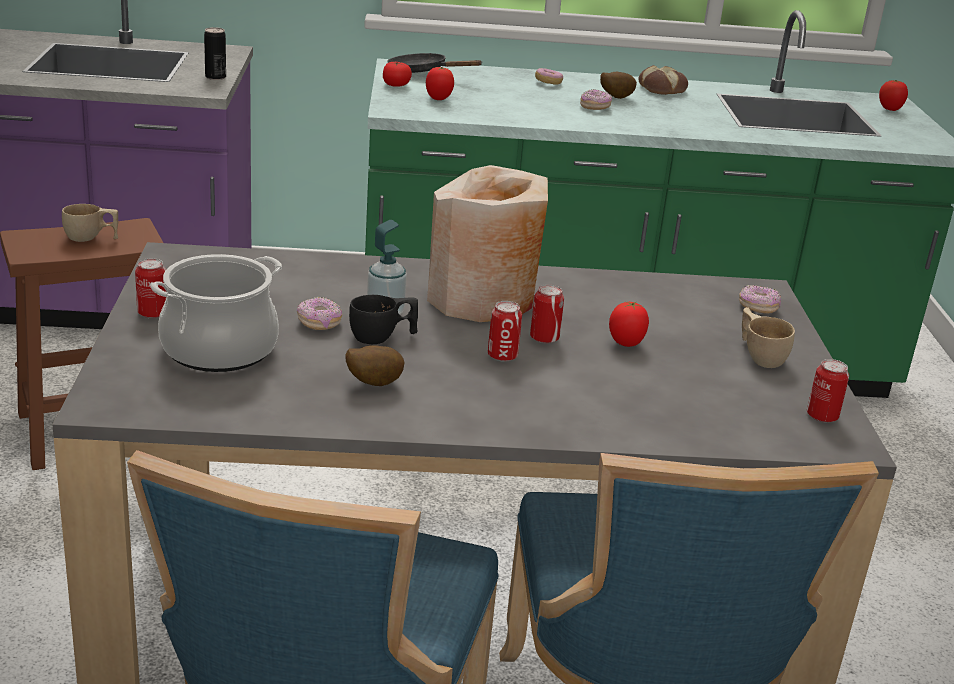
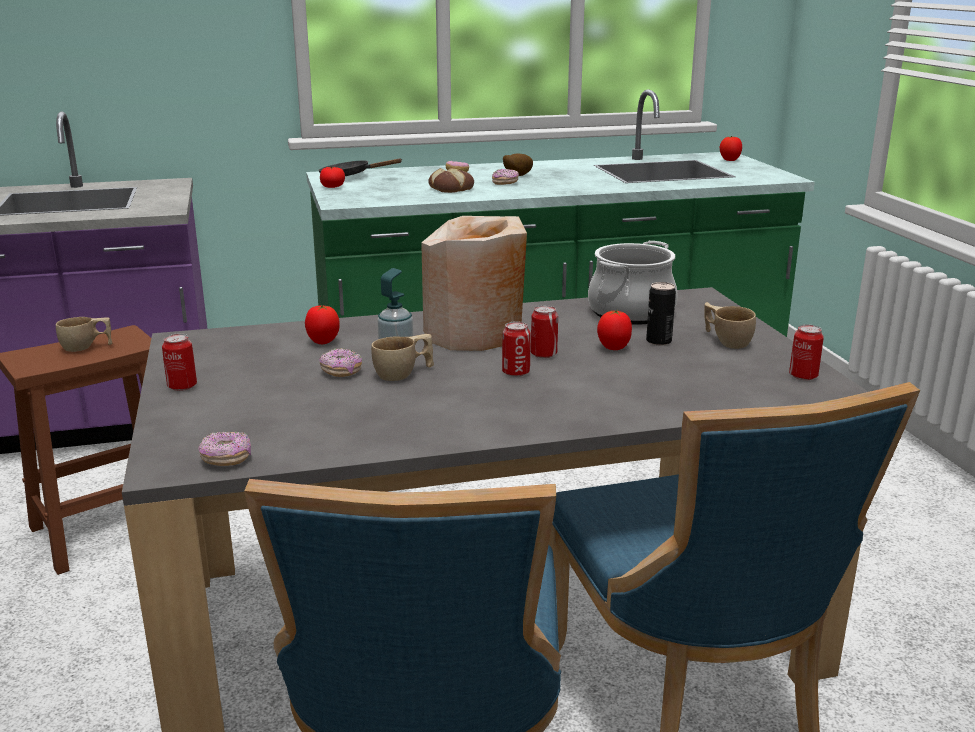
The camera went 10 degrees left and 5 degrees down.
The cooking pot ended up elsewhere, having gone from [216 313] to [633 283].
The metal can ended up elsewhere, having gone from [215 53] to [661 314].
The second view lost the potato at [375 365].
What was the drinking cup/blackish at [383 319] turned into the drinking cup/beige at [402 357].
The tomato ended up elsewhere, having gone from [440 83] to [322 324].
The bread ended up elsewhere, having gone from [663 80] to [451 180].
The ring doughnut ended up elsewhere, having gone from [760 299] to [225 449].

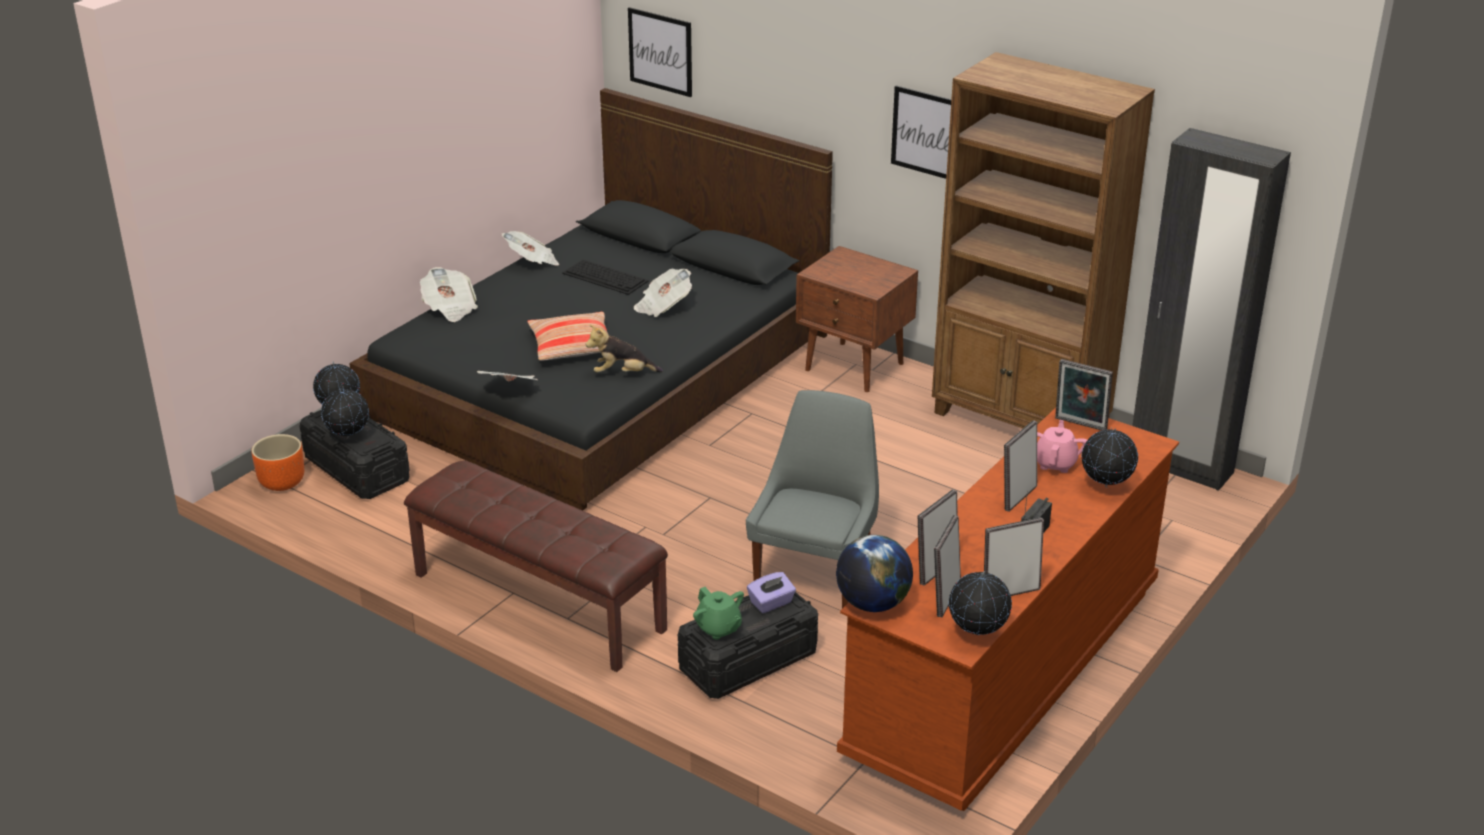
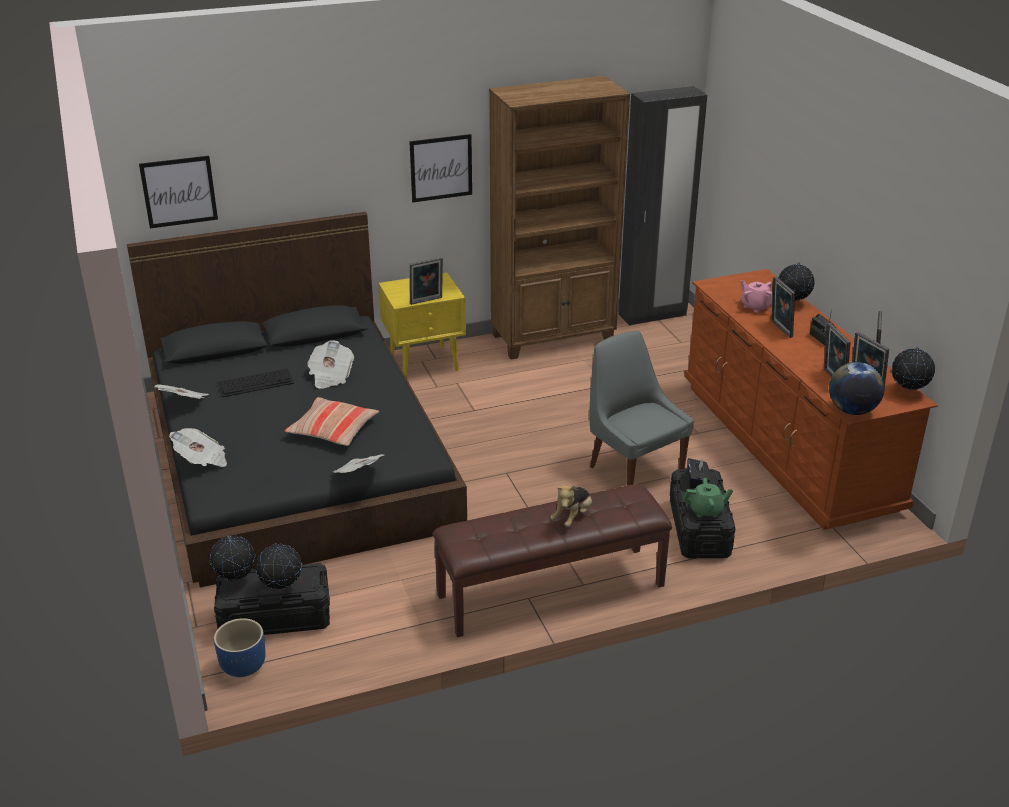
The camera went 55 degrees left and 0 degrees up.
What was the plant pot/orange at [278 462] turned into the plant pot/bluish at [240 647].
The cuddly toy ended up elsewhere, having gone from [624 348] to [571 506].
What was the tissue box/purplish at [771 592] turned into the tissue box/blackish at [698 473].
What was the night table/brown at [857 319] turned into the night table/yellow at [422 325].
The photo frame ended up elsewhere, having gone from [1084 395] to [426 281].

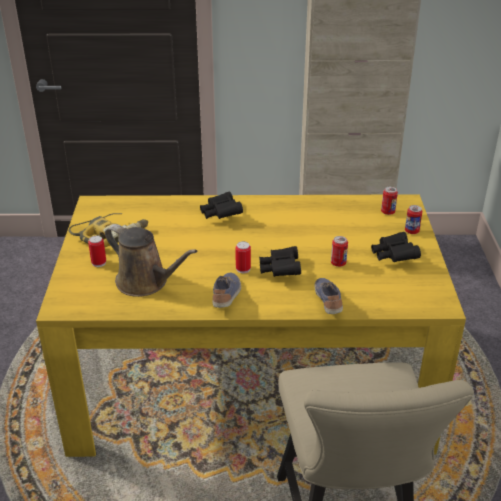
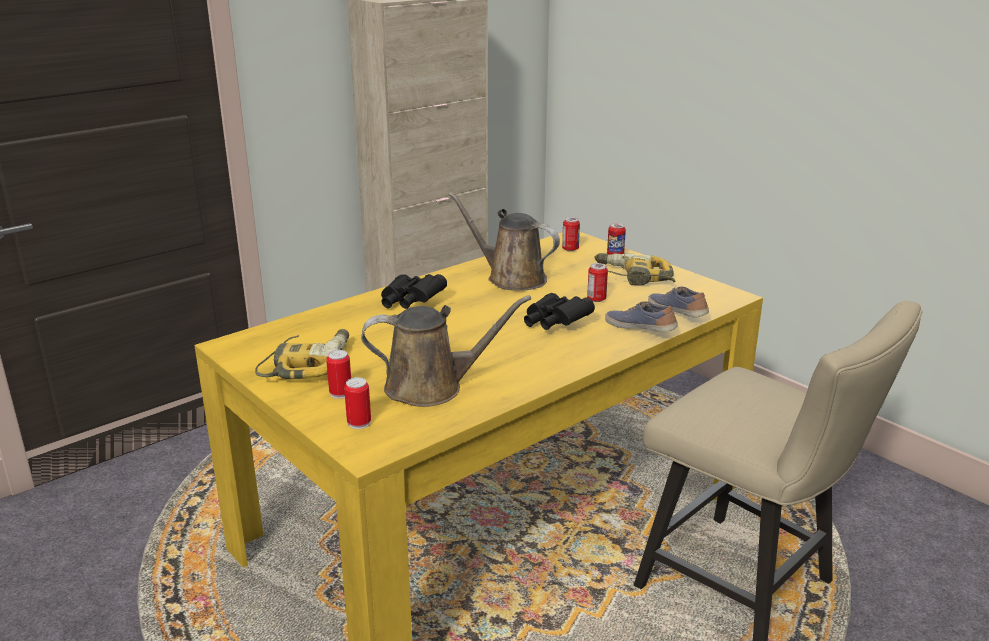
The camera went 40 degrees left and 10 degrees down.
The low shoe ended up elsewhere, having gone from [226 290] to [678 301].
The metal can ended up elsewhere, having gone from [243 257] to [357 403].
Where the pair of binoculars/blackish stood at [396 247], the electric drill came to stand at [634 269].
The second view gained the sprinkling can/brown at [504 241].

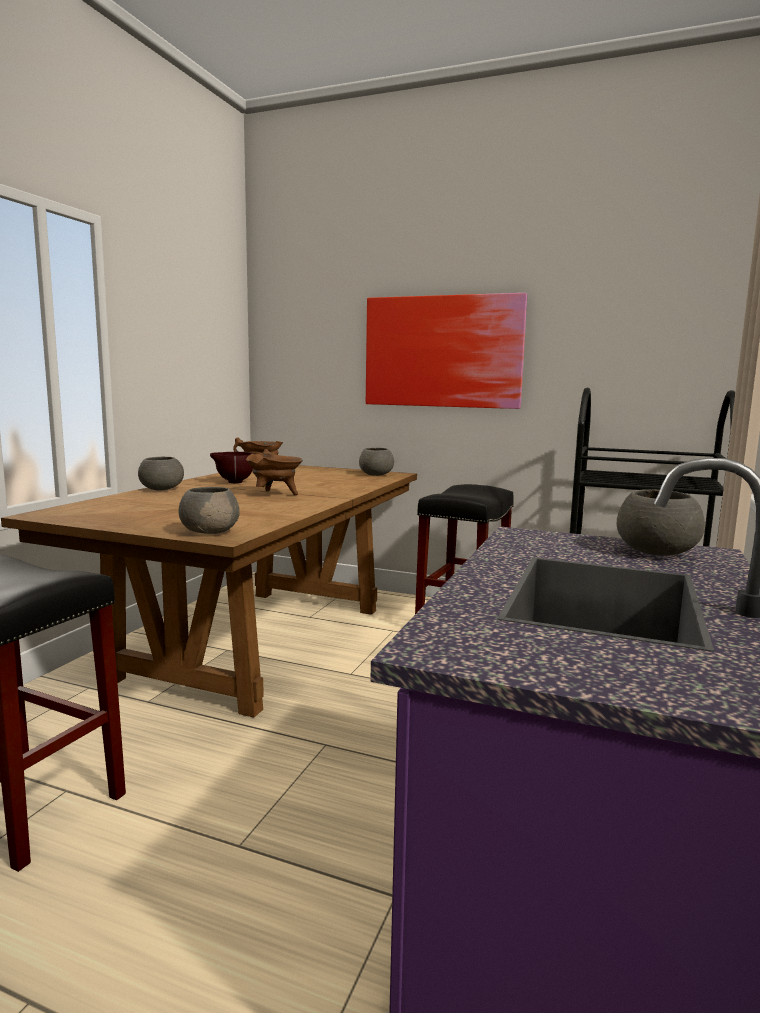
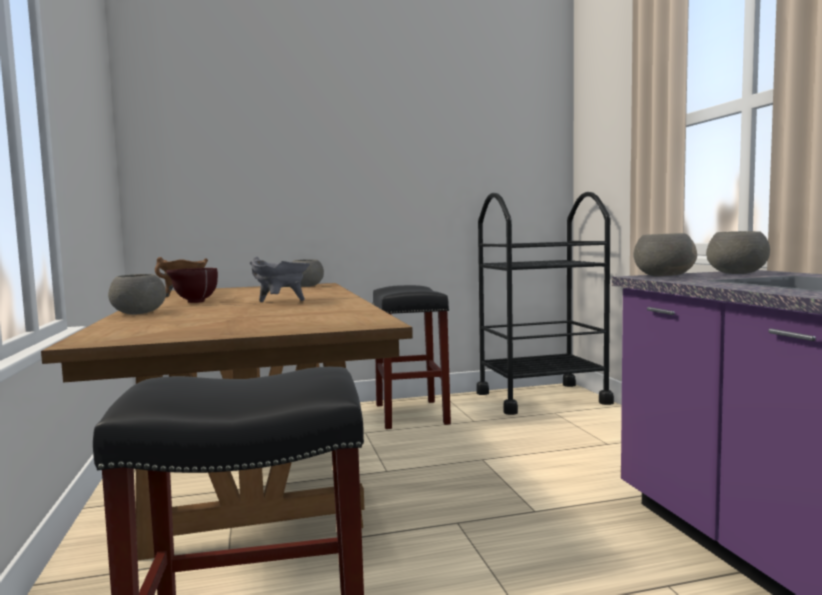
The camera went 35 degrees left and 5 degrees down.
The deep dish/gray ended up elsewhere, having gone from [209 510] to [665 255].
What was the cooking pot/brown at [274 472] turned into the cooking pot/gray at [280 279].
The second view lost the wall picture at [446 351].

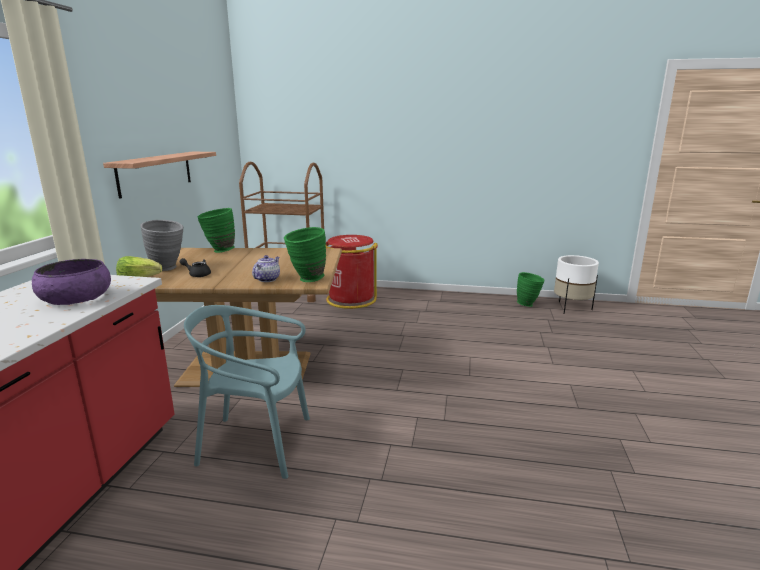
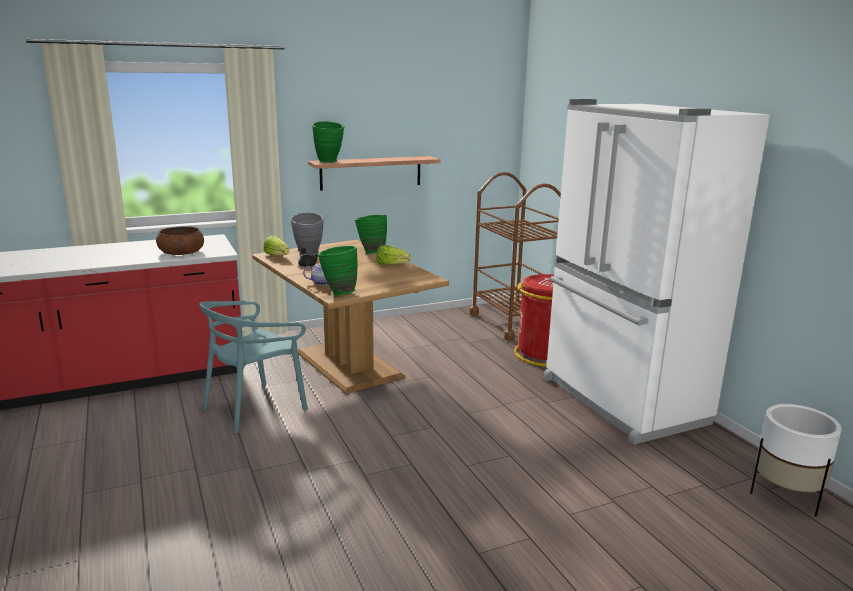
The camera went 55 degrees right and 0 degrees up.
What was the deep dish/purplish at [71 282] turned into the deep dish/brown at [180 240].
The plain chair/turquoise-coloured at [247 392] ended up facing another way, 105 degrees counterclockwise from before.
The flower vase/greenish ended up elsewhere, having gone from [531 289] to [328 142].
The second view gained the lettuce head at [393 255].
The second view gained the fridge/whitish at [657 272].

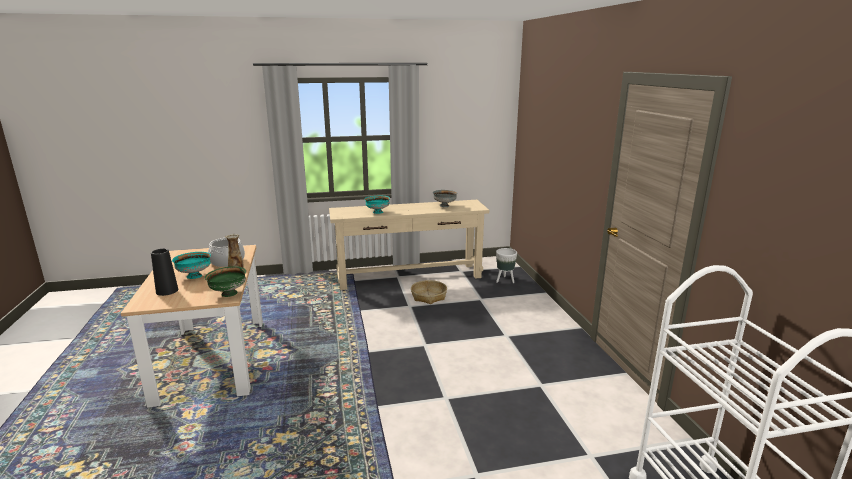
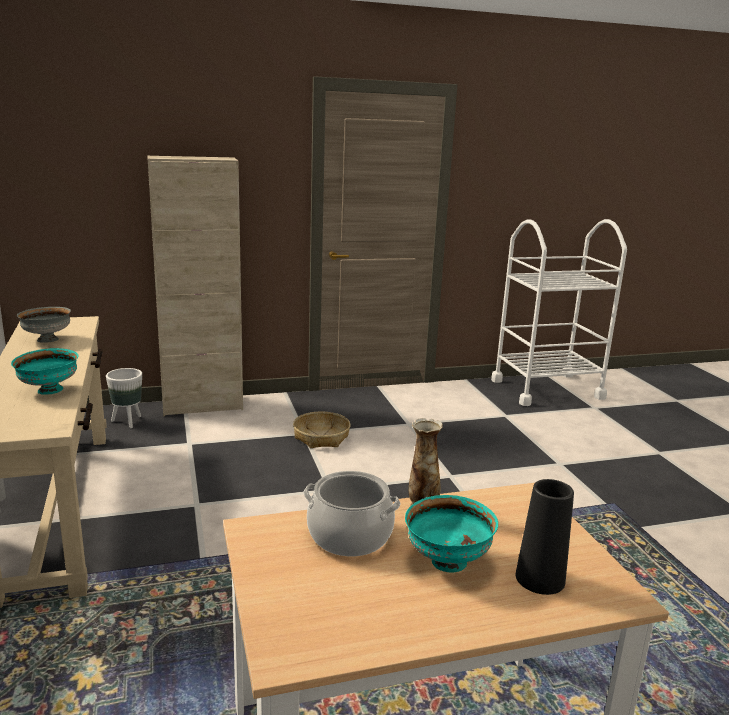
The camera went 95 degrees left and 0 degrees up.
The second view lost the deep dish/greenish at [225 281].
The basket ended up elsewhere, having gone from [429 292] to [322 430].
The second view gained the cabinet/beige at [195 286].

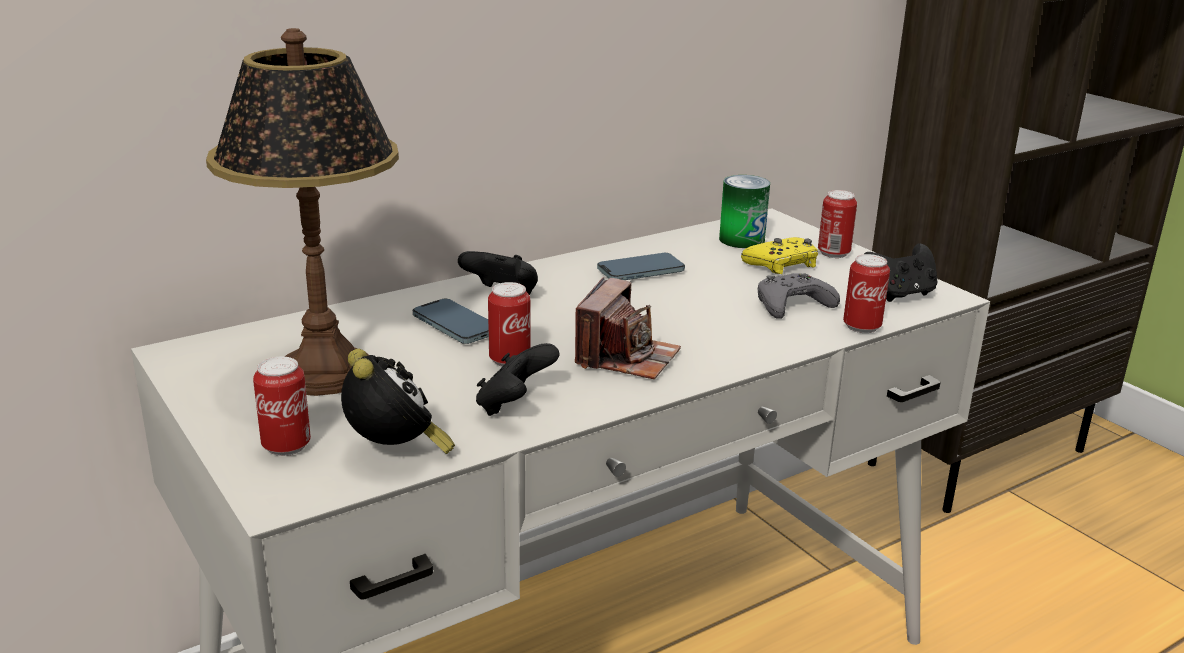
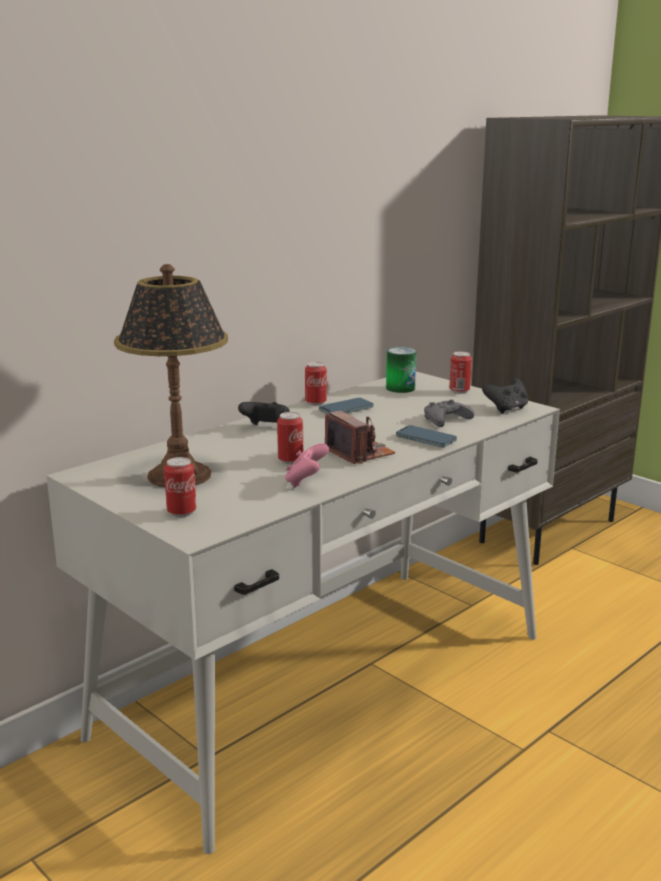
The camera went 10 degrees left and 5 degrees down.
The second view lost the alarm clock at [398 401].
The phone ended up elsewhere, having gone from [451 321] to [426 436].
What was the gamepad/blackish at [517 379] turned into the gamepad/pink-coloured at [307 465].
The photo camera at [628 328] ended up facing another way, 45 degrees counterclockwise from before.
The second view lost the gamepad/yellow at [779 255].
The metal can ended up elsewhere, having gone from [866 293] to [316 384].

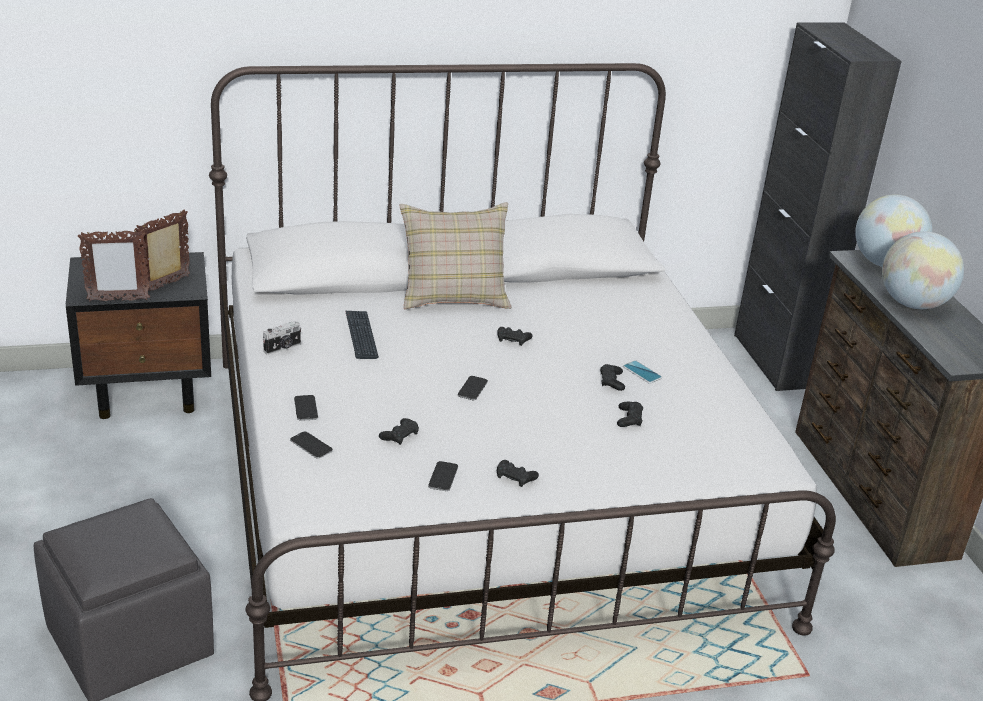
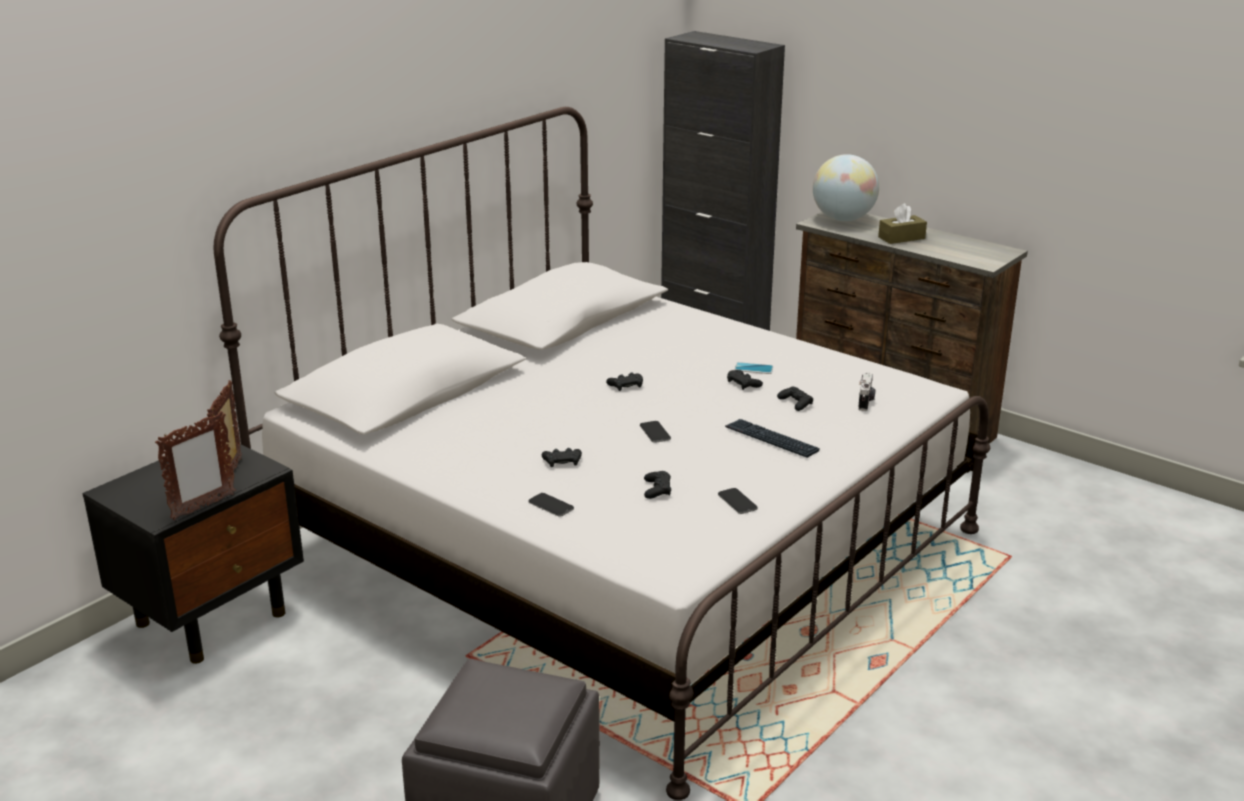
The camera went 35 degrees left and 5 degrees down.
The photo camera ended up elsewhere, having gone from [282 338] to [866 391].
The second view lost the phone at [311 444].
The computer keyboard ended up elsewhere, having gone from [362 335] to [772 438].
The second view lost the cushion/beige at [456 256].
The gamepad/blackish ended up elsewhere, having gone from [518 473] to [562 457].
Where the globe stood at [923 270], the tissue box/brown came to stand at [902 223].

